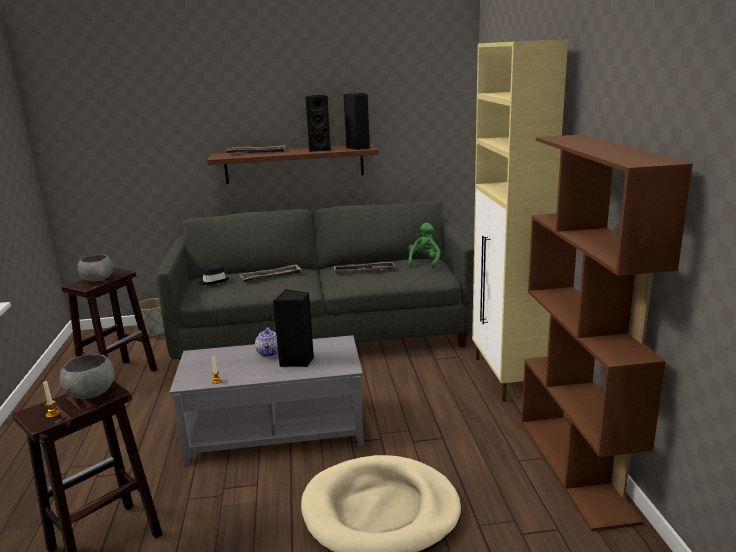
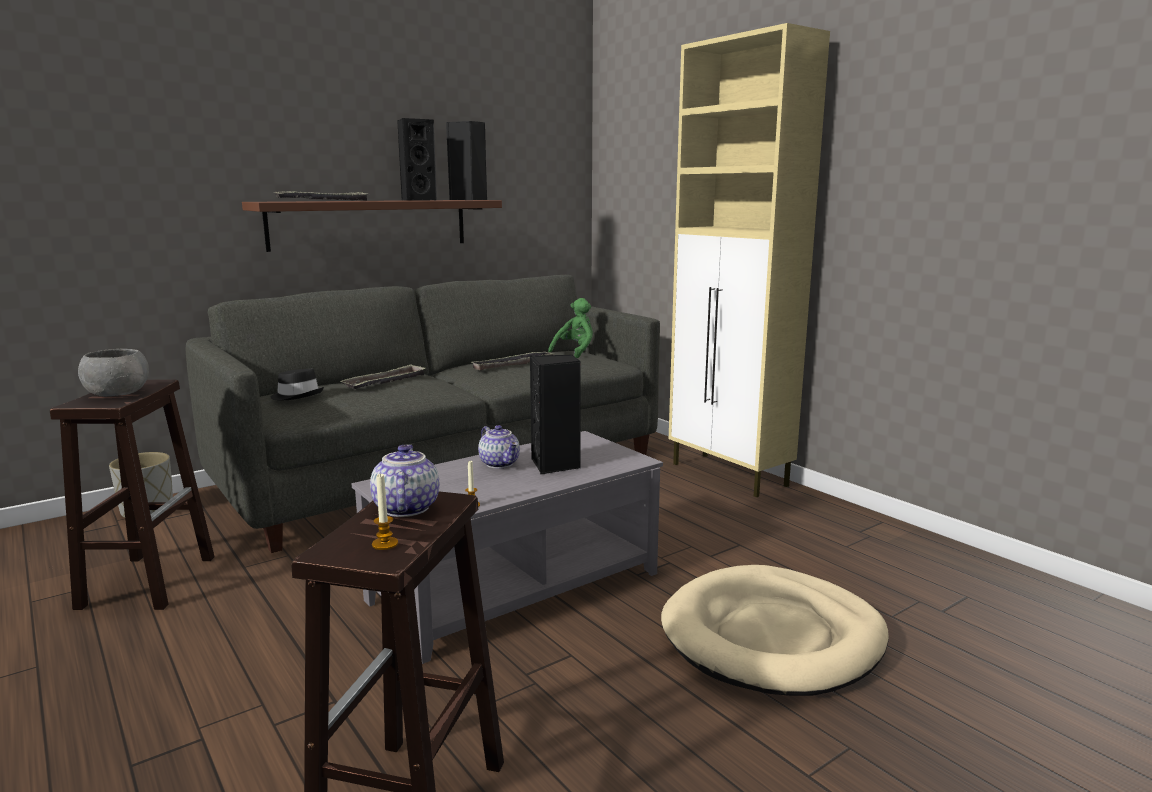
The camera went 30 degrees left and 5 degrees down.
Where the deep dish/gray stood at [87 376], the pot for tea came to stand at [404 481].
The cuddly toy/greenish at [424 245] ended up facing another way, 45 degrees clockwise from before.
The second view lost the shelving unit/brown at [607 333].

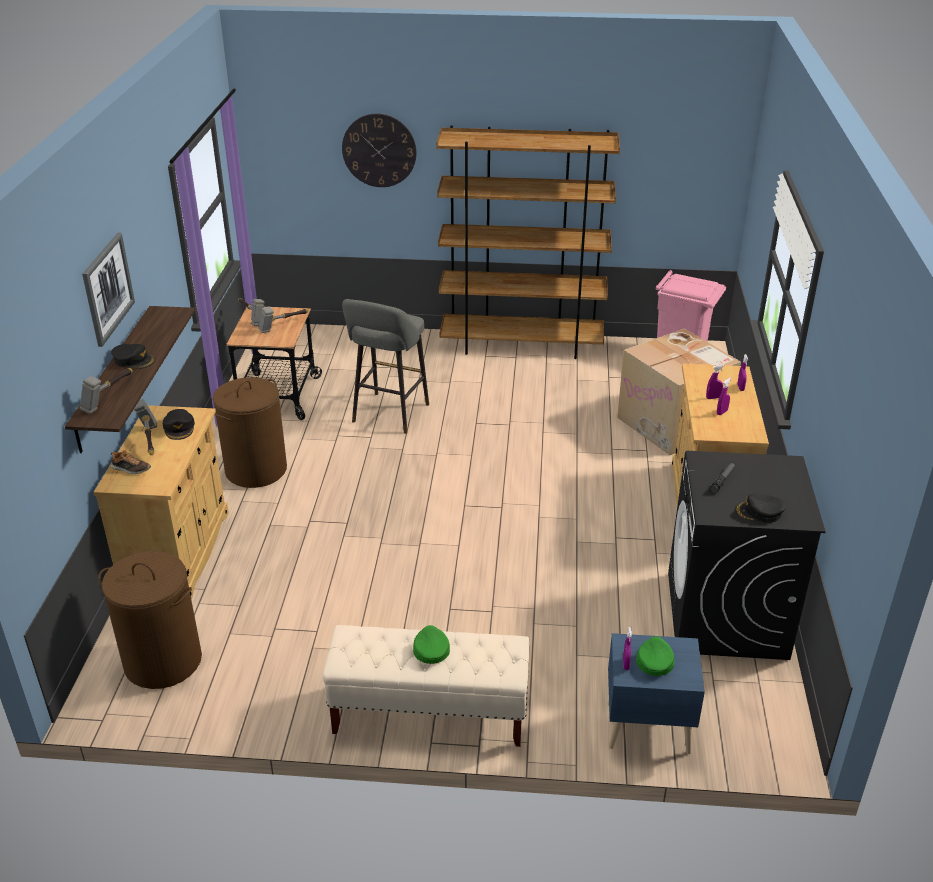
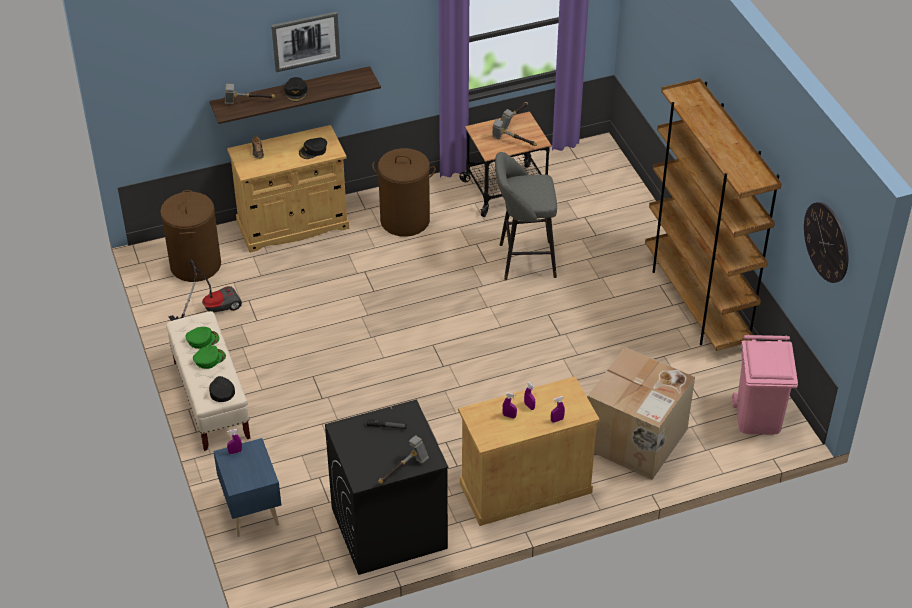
The camera went 65 degrees right and 10 degrees up.
The hammer ended up elsewhere, having gone from [145 427] to [403 460].
The hanging clock ended up elsewhere, having gone from [379 150] to [826 242].
The baseball cap/greenish ended up elsewhere, having gone from [655 656] to [202 338].
The baseball cap/blackish ended up elsewhere, having gone from [760 508] to [222 389].
The second view gained the vacuum cleaner at [205 290].

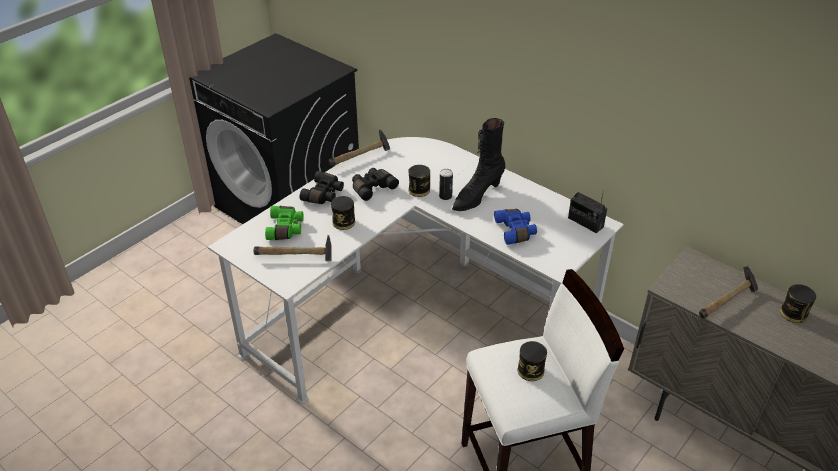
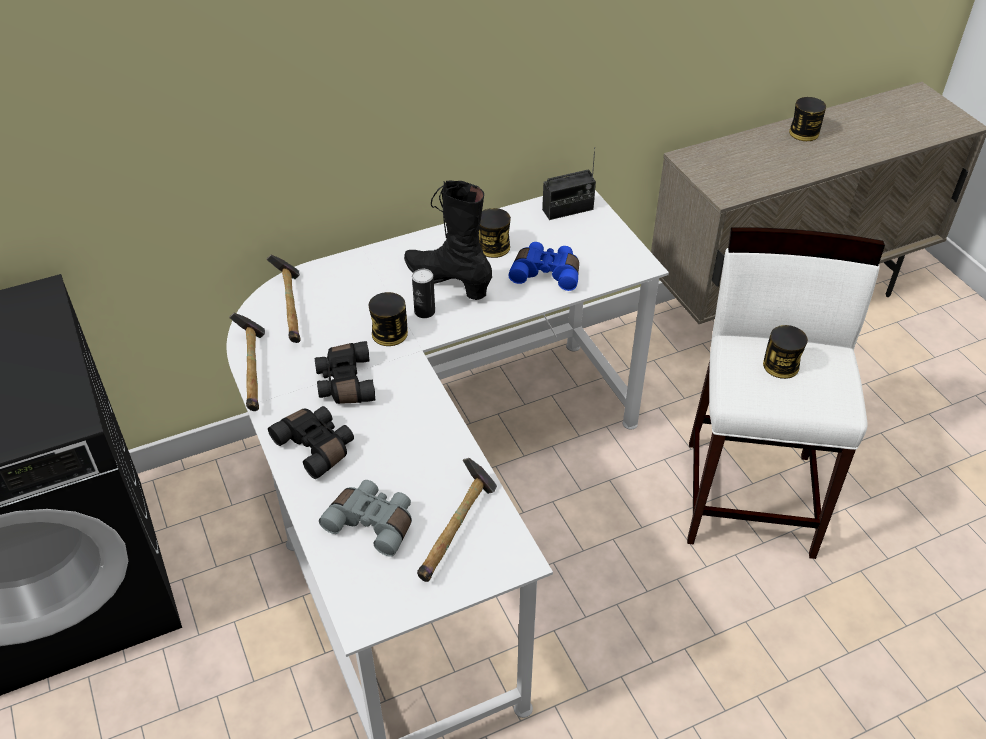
The camera went 65 degrees left and 5 degrees up.
What was the pair of binoculars/greenish at [284 223] turned into the pair of binoculars/gray at [365 518].
The metal can ended up elsewhere, having gone from [343 213] to [495 233].
The high-top boot/blackish at [478 164] ended up facing another way, 150 degrees clockwise from before.
The hammer ended up elsewhere, having gone from [729 292] to [283 299].

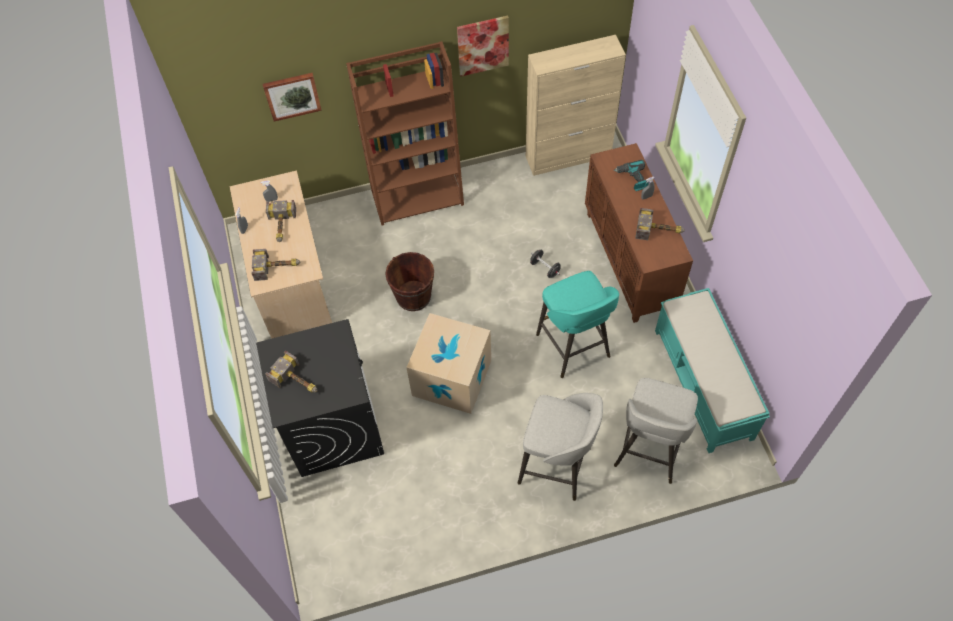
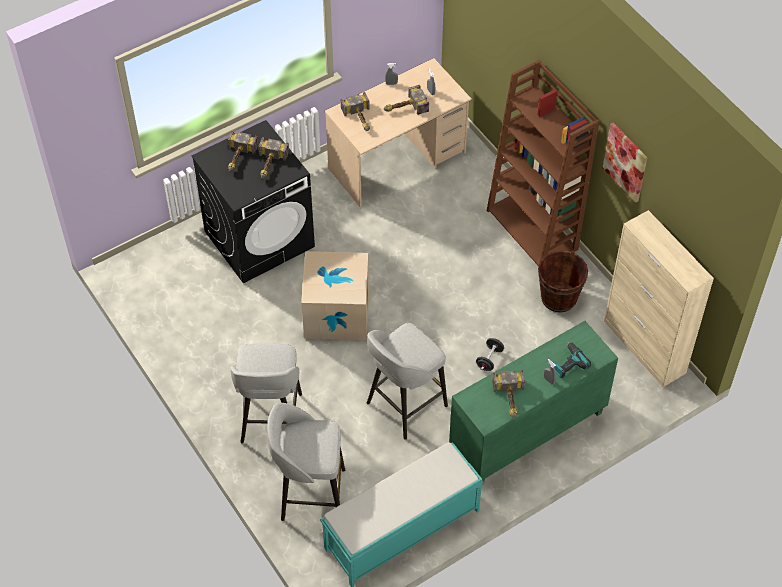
The camera went 70 degrees right and 5 degrees down.
The second view lost the wall picture at [292 97].
The pail/brown ended up elsewhere, having gone from [409 281] to [563 281].
What was the stool/turquoise-coloured at [577 324] turned into the stool/gray at [407 381].
What was the cabinet/brown at [639 233] turned into the cabinet/greenish at [533 403].
The second view gained the hammer at [273 158].

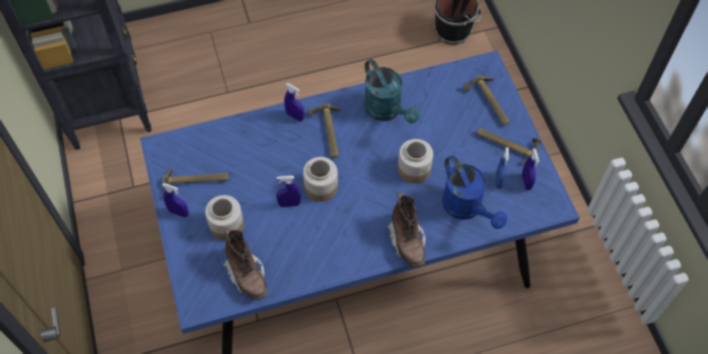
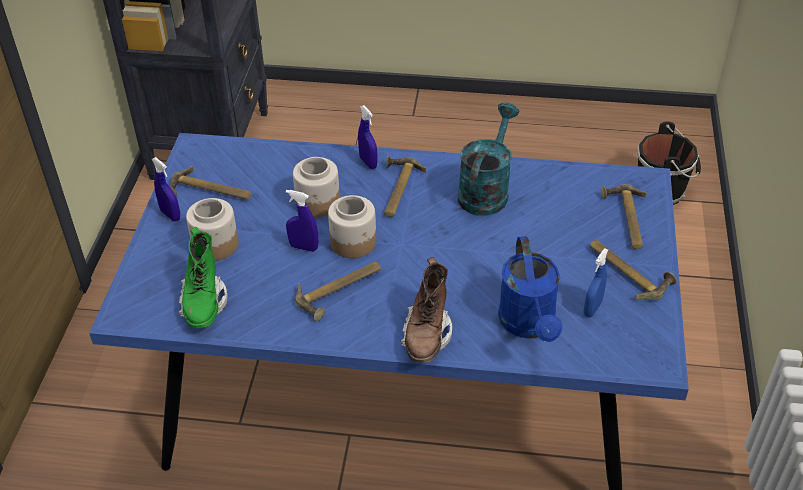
The camera went 25 degrees right and 15 degrees down.
What was the high-top boot/brown at [245 264] turned into the high-top boot/greenish at [203 277].
The sprinkling can/turquoise-coloured at [392 91] ended up facing another way, 150 degrees counterclockwise from before.
The jar ended up elsewhere, having gone from [415 161] to [316 187].
The second view lost the sprayer/bluish at [530 169].
The second view gained the hammer at [338 291].

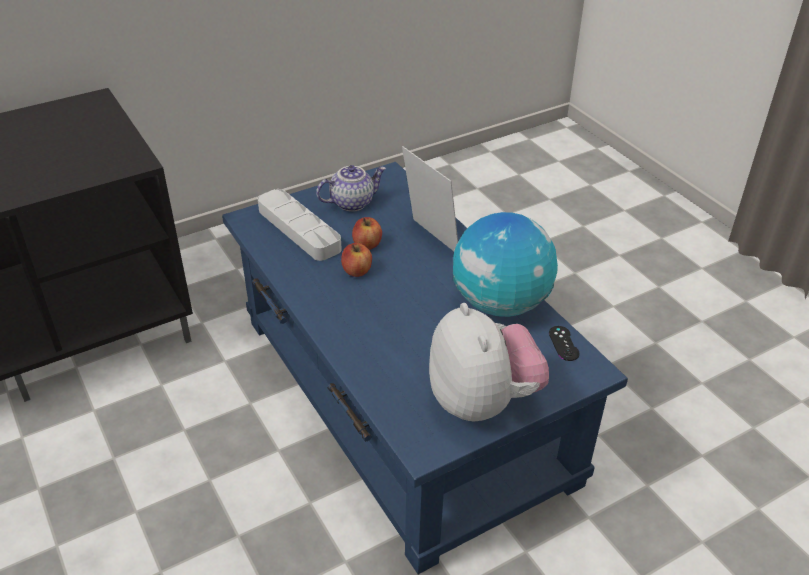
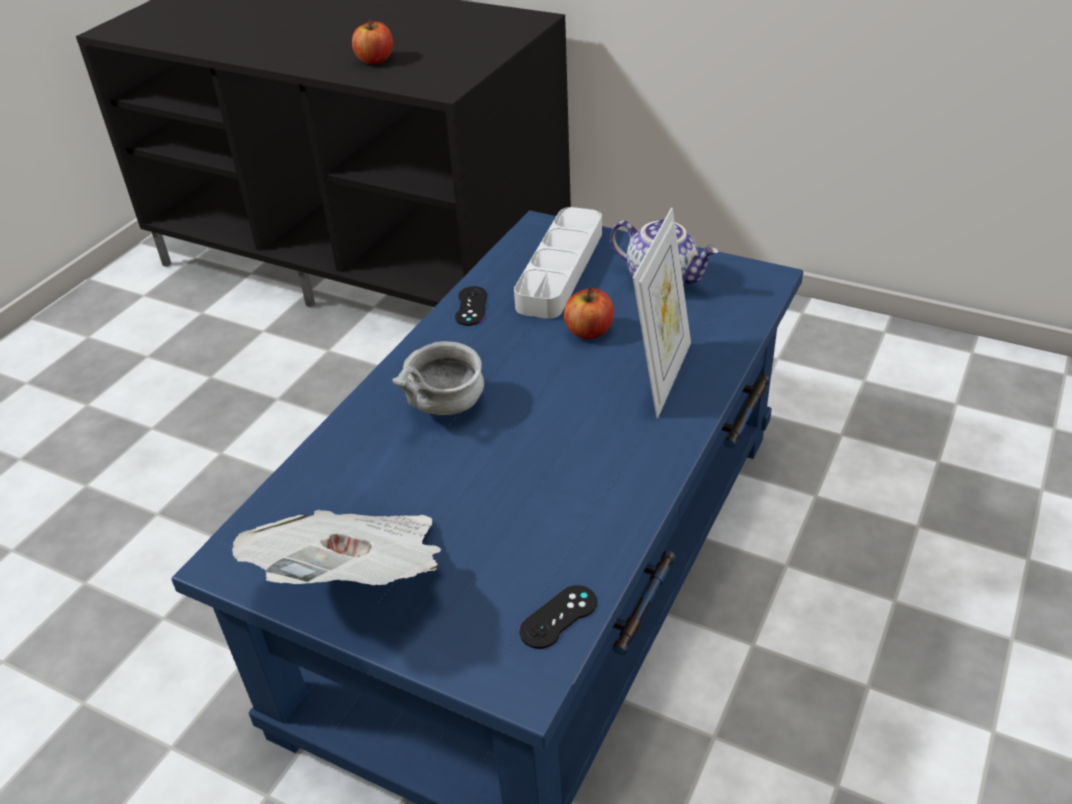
The camera went 60 degrees right and 0 degrees up.
The whole apple ended up elsewhere, having gone from [356 260] to [372 41].
Where the cuddly toy stood at [489 362], the newspaper came to stand at [337 547].
The second view lost the globe at [505 264].
The second view gained the deep dish/gray at [438 378].
The second view gained the gamepad/blackish at [471 306].

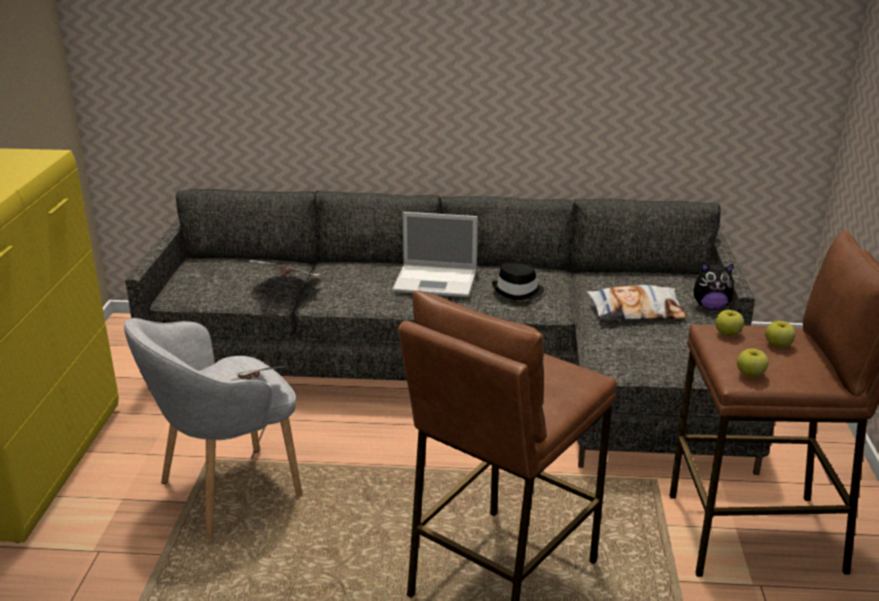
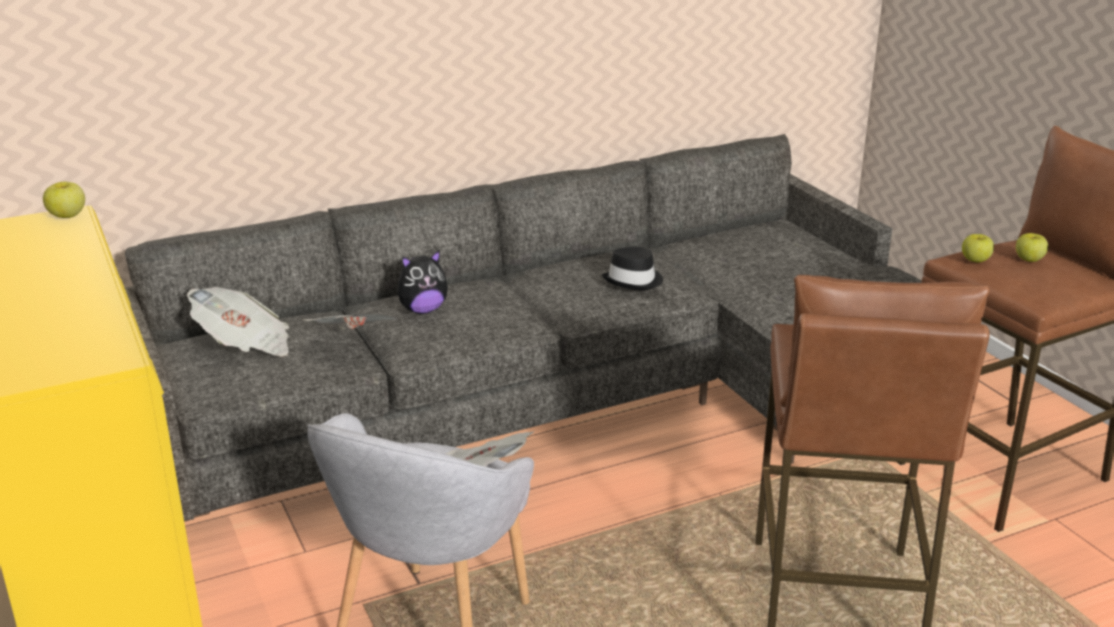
The camera went 30 degrees left and 0 degrees up.
The second view lost the laptop at [435 254].
The second view lost the cushion at [637 302].
The cuddly toy ended up elsewhere, having gone from [713 286] to [422 282].
The whole apple ended up elsewhere, having gone from [752 363] to [64 200].
The second view gained the newspaper at [238 321].

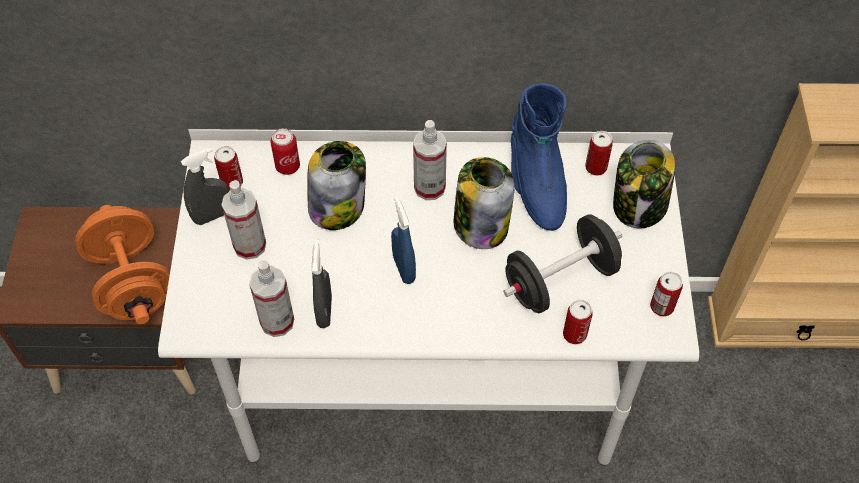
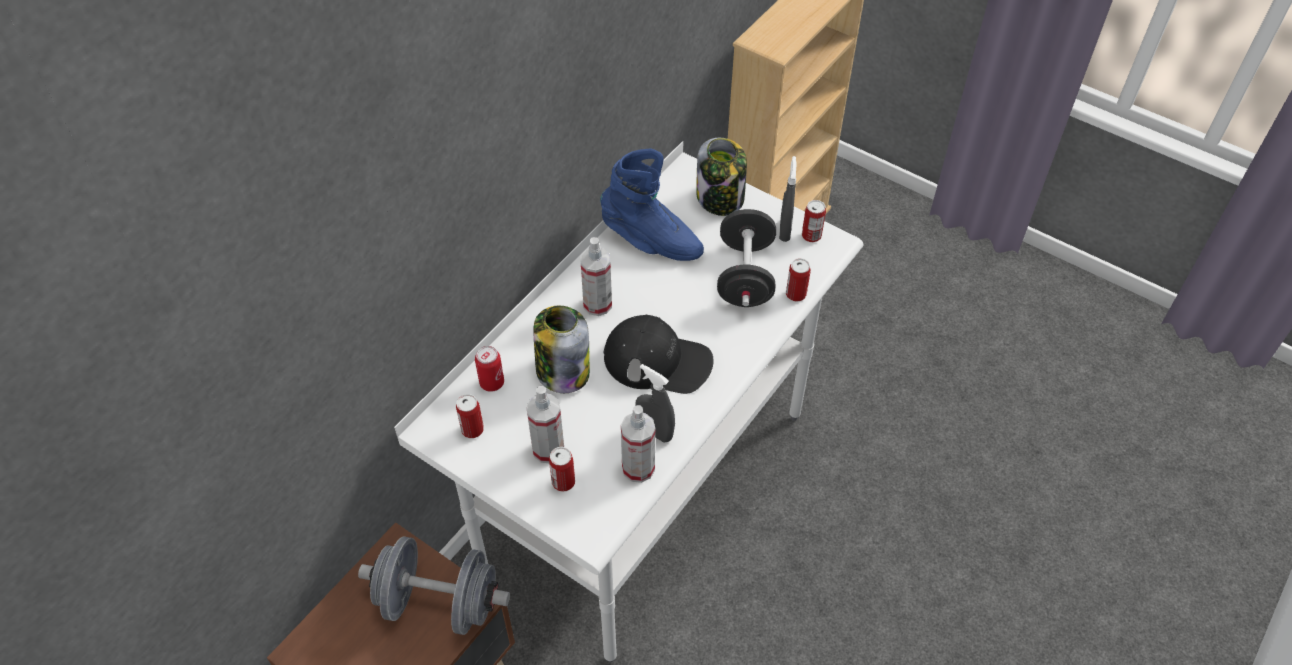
The camera went 55 degrees left and 5 degrees down.
What was the dumbbell/orange at [122 264] turned into the dumbbell/gray at [434 585].
The sprayer/gray ended up elsewhere, having gone from [205 186] to [788 199].
Where the sprayer/bluish stood at [403 240], the baseball cap/blackish came to stand at [659 354].
The second view lost the jar at [484 203].
The metal can ended up elsewhere, having gone from [599 153] to [562 469].

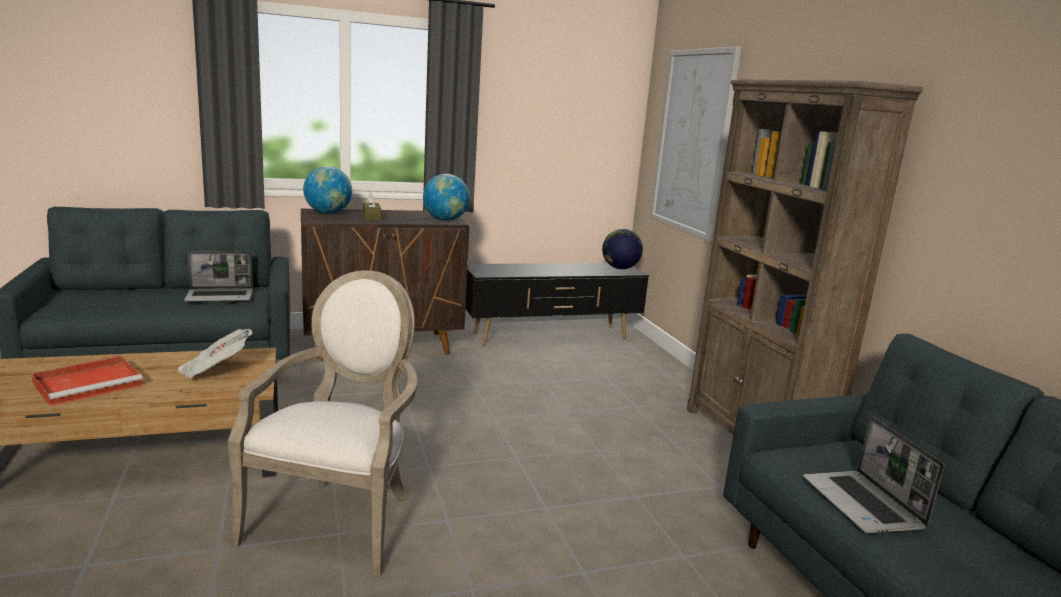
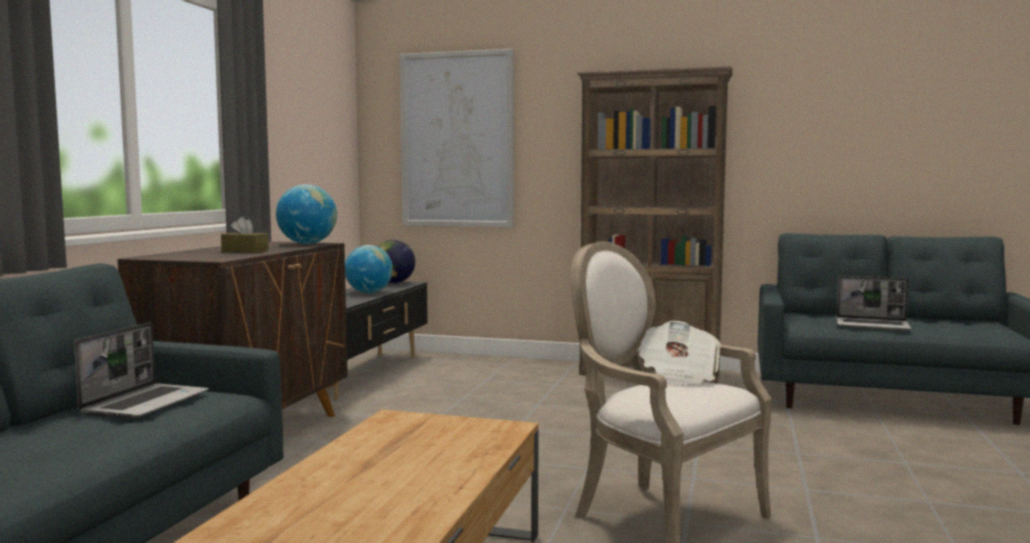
The camera went 55 degrees left and 10 degrees down.
The second view lost the tray/red-coloured at [87 381].
The newspaper ended up elsewhere, having gone from [214 354] to [679 354].
The globe ended up elsewhere, having gone from [327 190] to [369 269].

